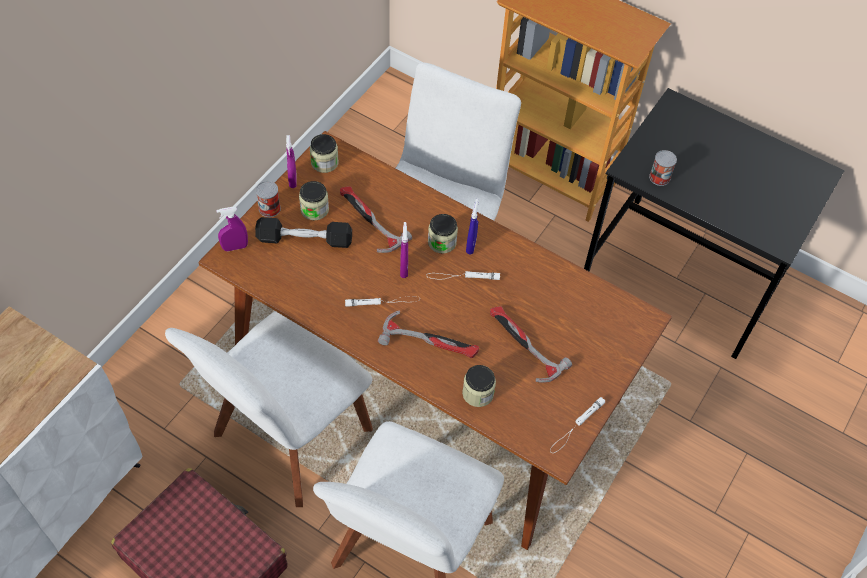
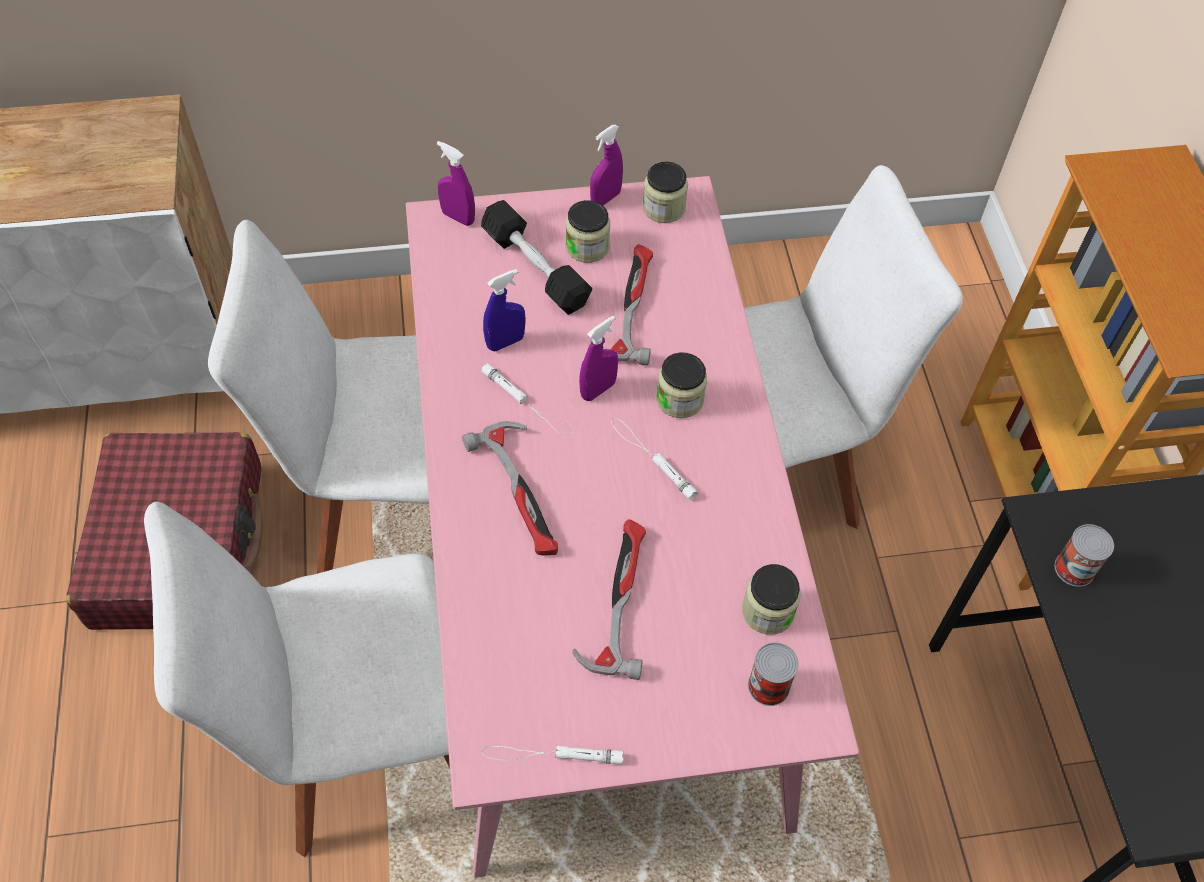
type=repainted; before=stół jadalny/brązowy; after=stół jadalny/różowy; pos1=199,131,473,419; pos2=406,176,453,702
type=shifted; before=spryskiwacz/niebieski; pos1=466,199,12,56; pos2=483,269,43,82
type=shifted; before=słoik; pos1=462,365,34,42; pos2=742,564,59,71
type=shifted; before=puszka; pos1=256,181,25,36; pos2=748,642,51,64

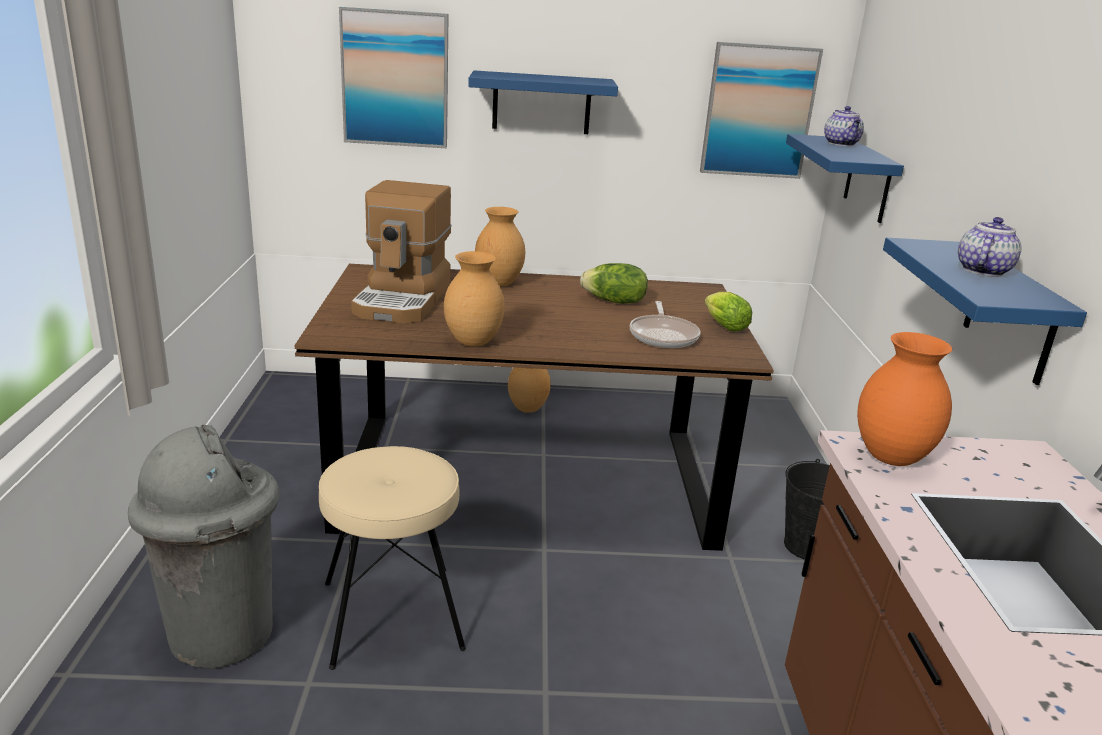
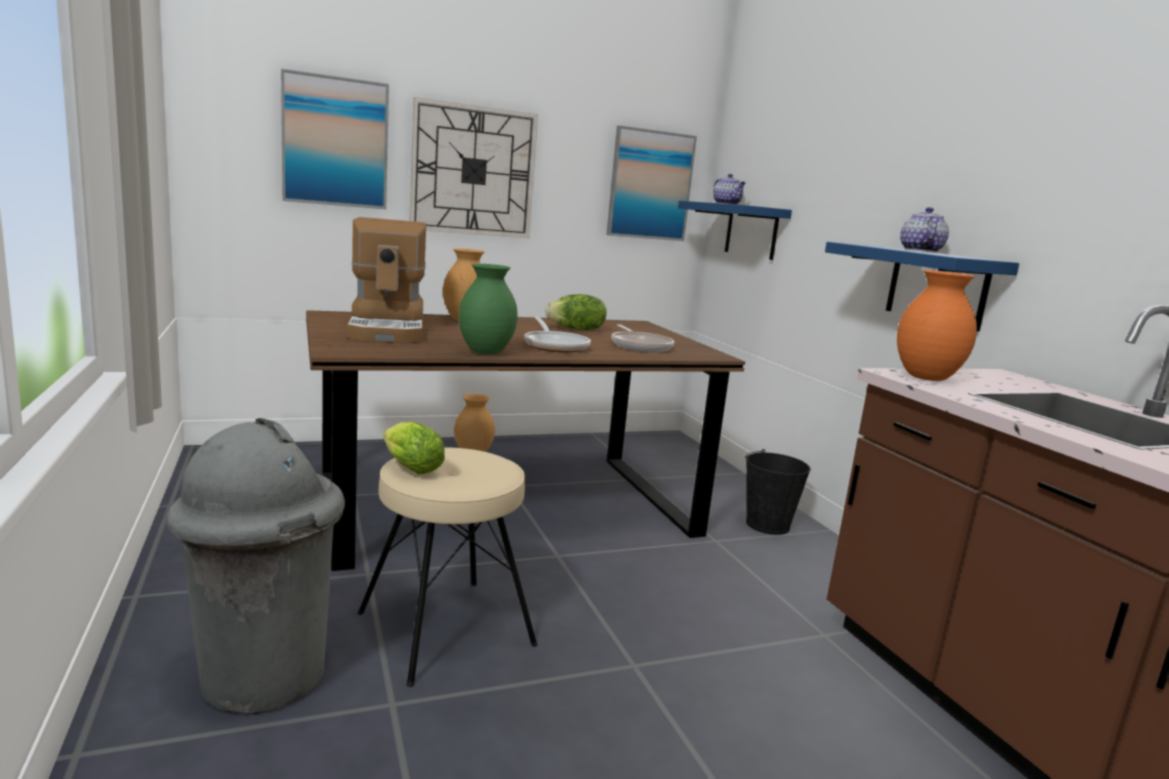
type=shifted; before=sałata; pos1=705,292,47,40; pos2=383,422,62,52
type=swapped; before=półka/niebieski; after=zegar ścienny; pos1=468,70,150,64; pos2=409,97,129,141
type=repainted; before=wazon/brązowy; after=wazon/zielony; pos1=444,251,61,96; pos2=459,264,59,90
type=new; after=patelnia; pos2=524,317,67,36

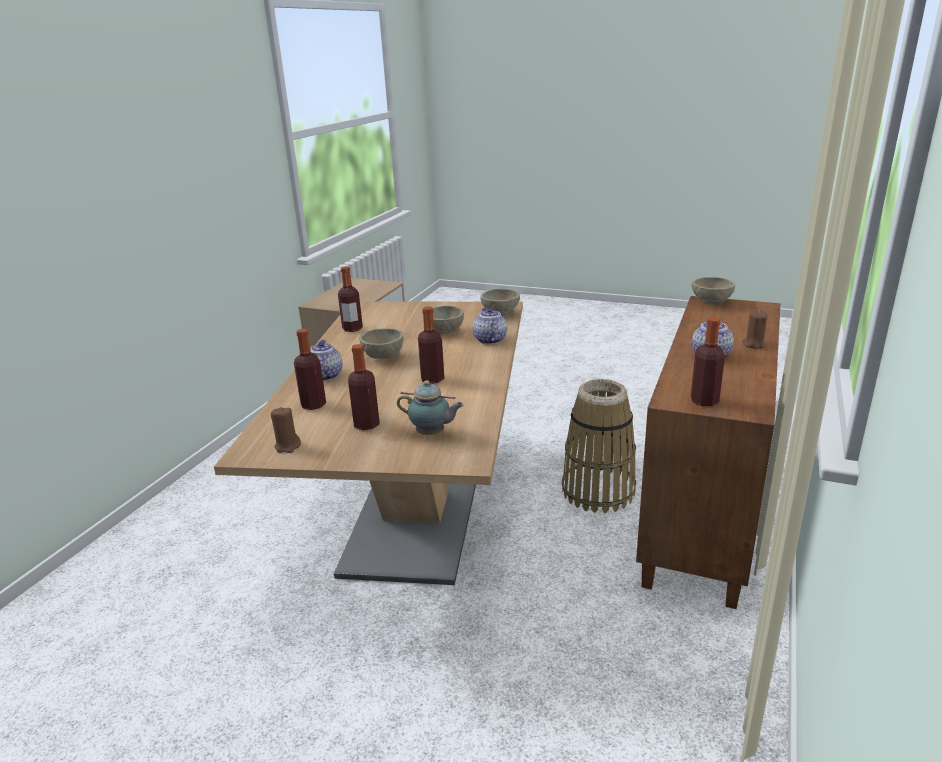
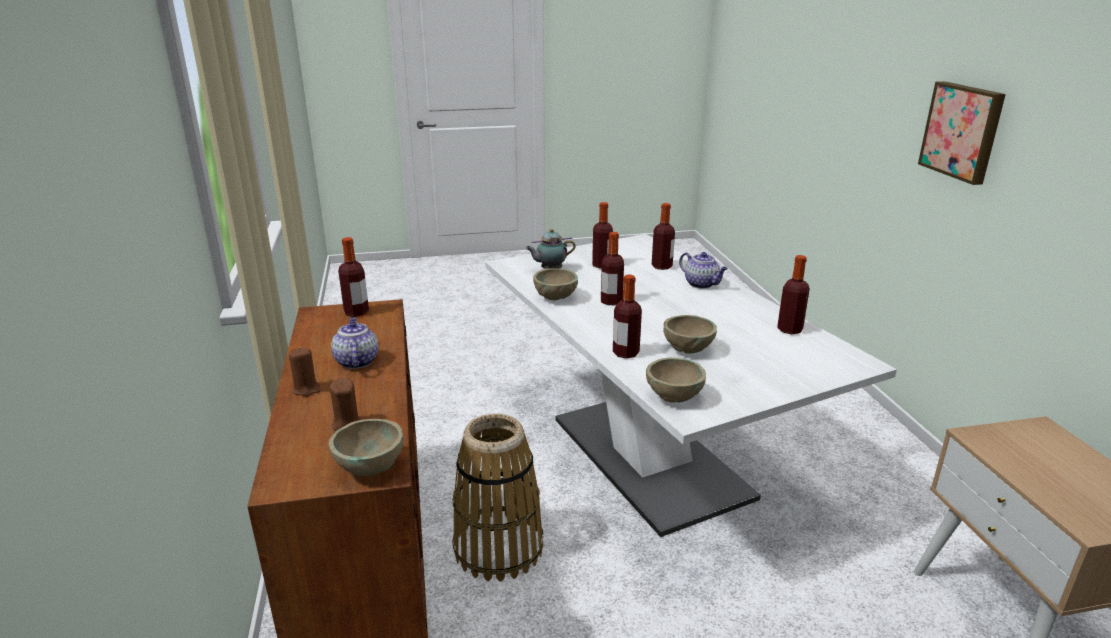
type=shifted; before=świeca/brązowy; pos1=271,407,30,46; pos2=330,378,31,53
type=repainted; before=stół jadalny/brązowy; after=stół jadalny/biały; pos1=214,301,309,284; pos2=485,234,412,303
type=shifted; before=miska/beżowy; pos1=359,328,44,31; pos2=533,268,45,32
type=swapped; before=imbryk; after=butelka; pos1=473,308,34,36; pos2=613,274,29,85
type=new; after=obraz; pos2=918,81,88,104

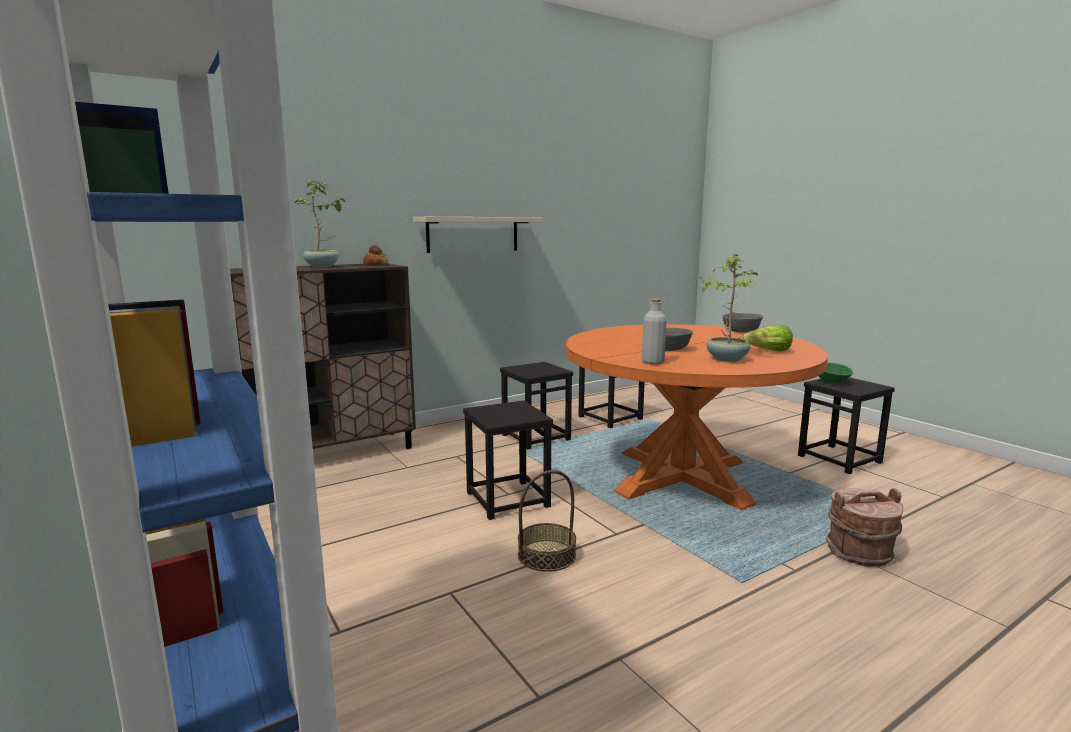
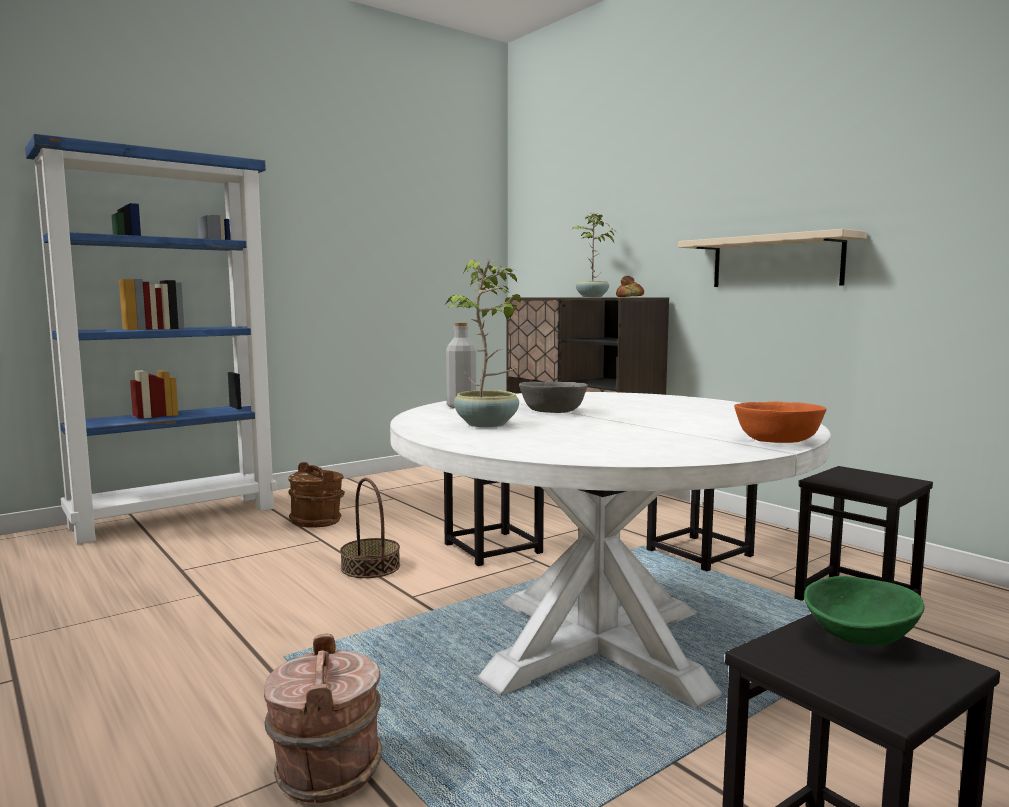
type=new; after=wiadro/brązowy; pos2=288,462,57,66
type=repainted; before=stół jadalny/pomarańczowy; after=stół jadalny/biały; pos1=566,324,262,186; pos2=390,392,441,317
type=repainted; before=miska/szary; after=miska/pomarańczowy; pos1=722,313,41,20; pos2=734,402,92,41
type=gone; before=sałata; pos1=742,325,51,26

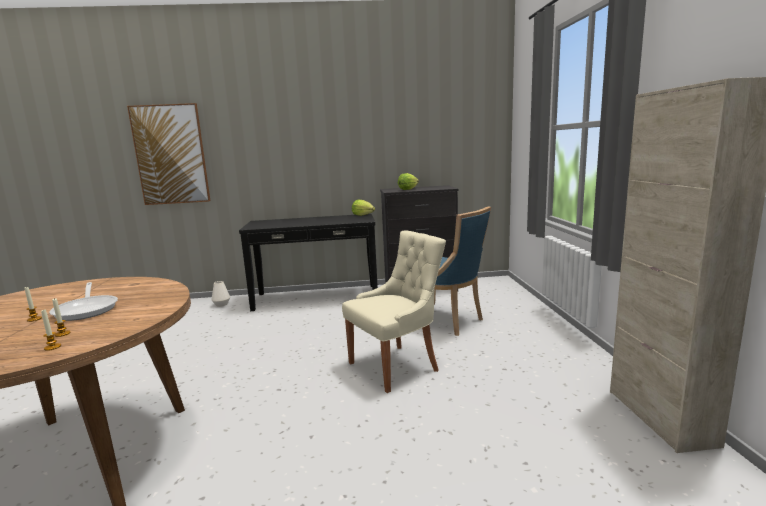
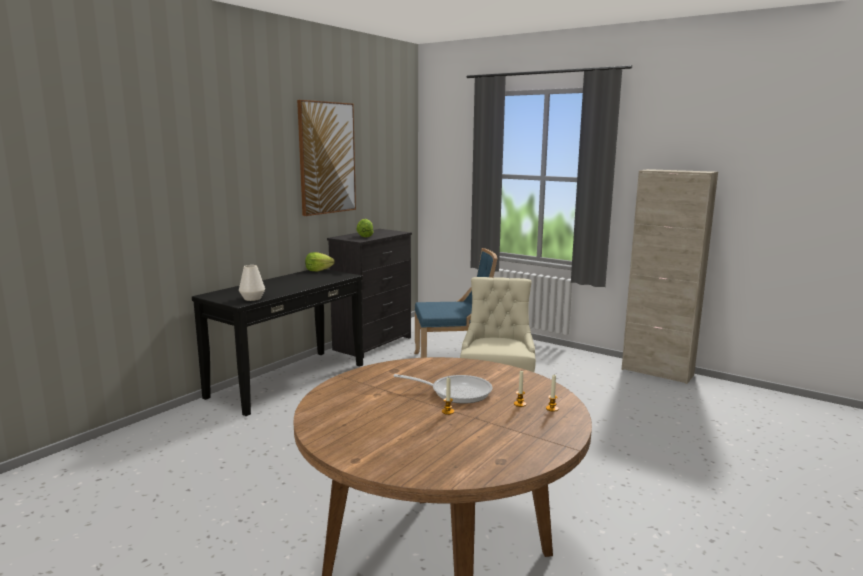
type=shifted; before=wazon/biały; pos1=211,281,19,26; pos2=239,265,26,36
type=shifted; before=obraz; pos1=127,103,83,102; pos2=297,100,59,116

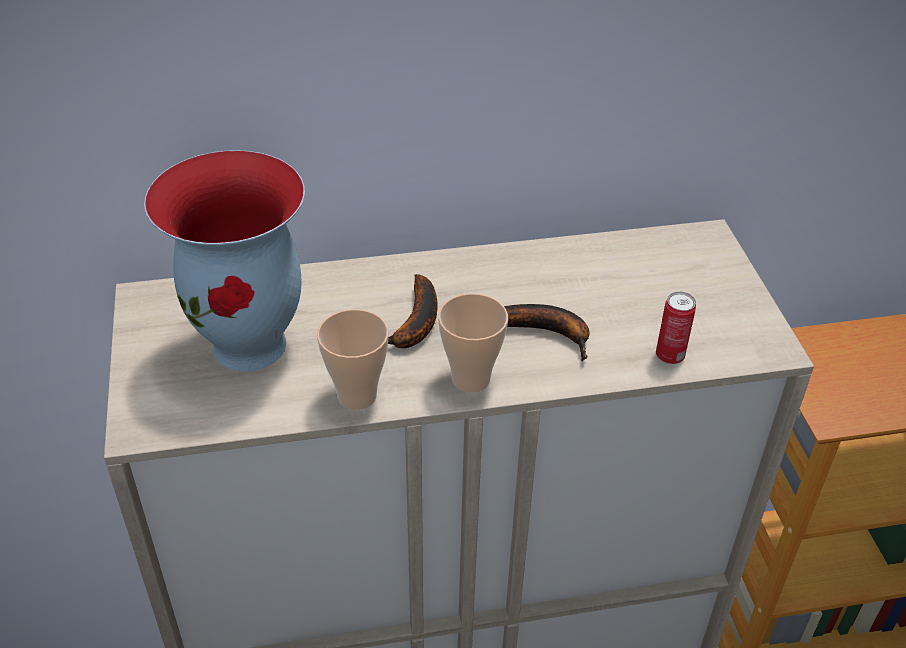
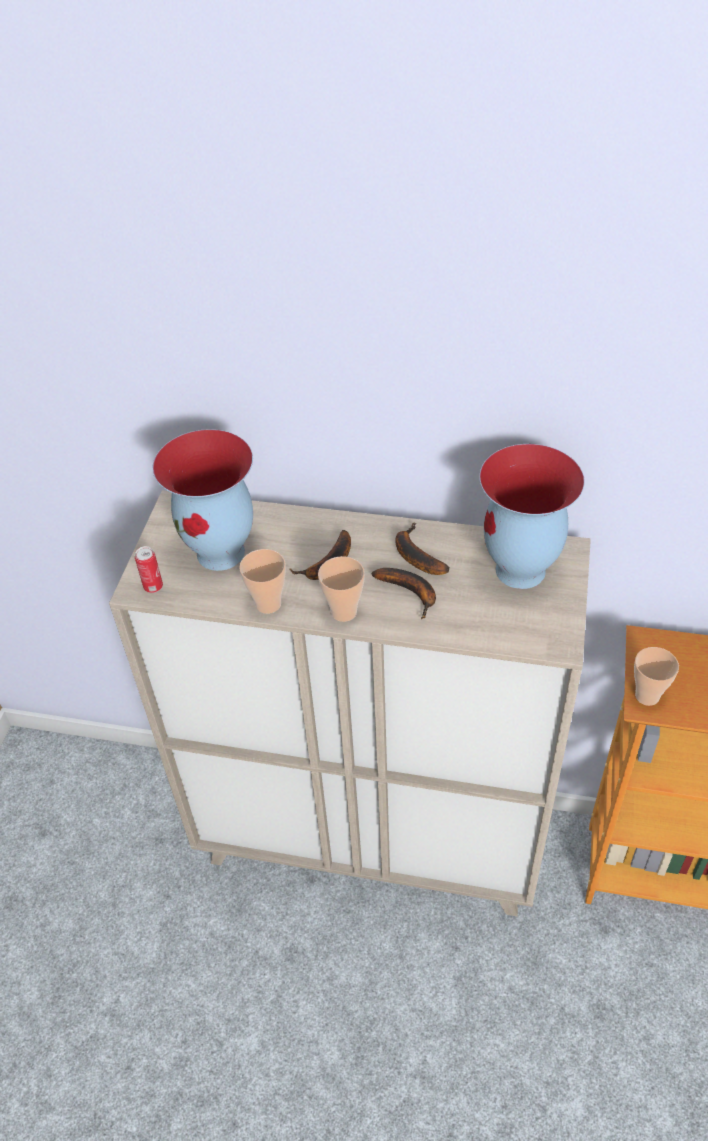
type=shifted; before=puszka; pos1=656,291,40,73; pos2=135,546,28,47
type=new; after=banan; pos2=395,522,54,53
type=new; after=wazon; pos2=479,444,106,145
type=new; after=filiżanka; pos2=634,647,45,59

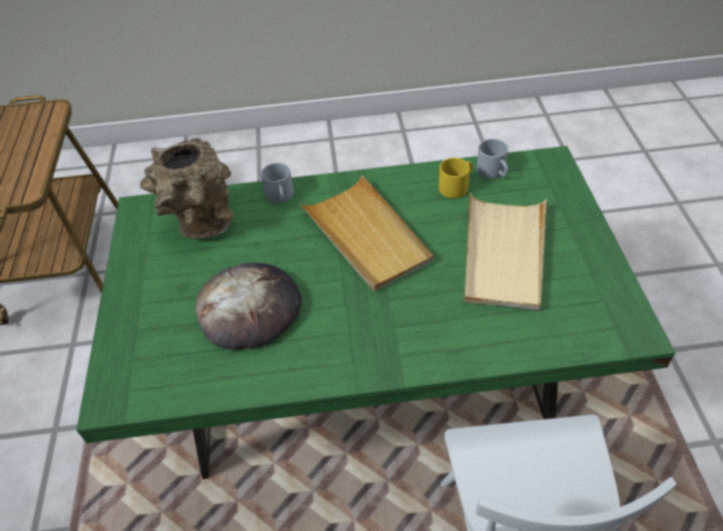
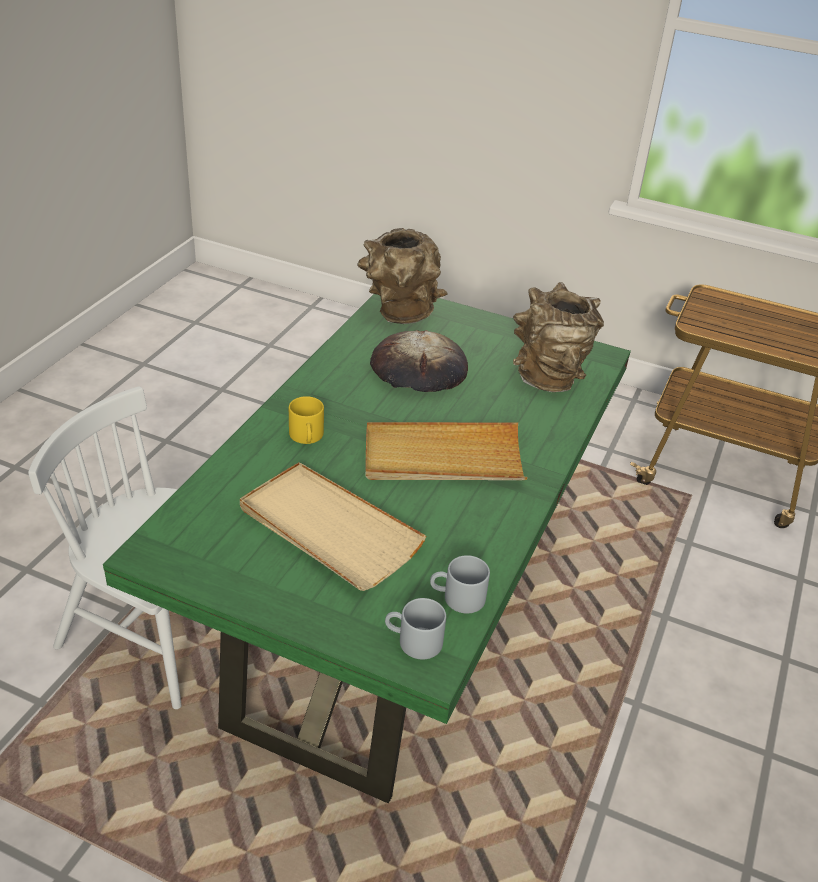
type=shifted; before=kubek/żółty; pos1=439,158,34,40; pos2=289,396,35,48
type=new; after=wazon/brązowy; pos2=357,228,91,96
type=shifted; before=kubek/szary; pos1=261,163,33,40; pos2=385,598,61,61

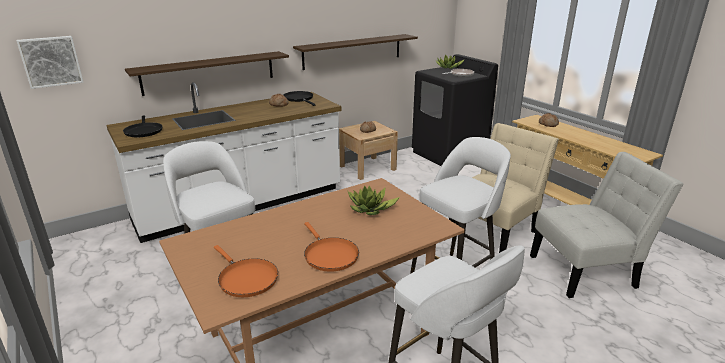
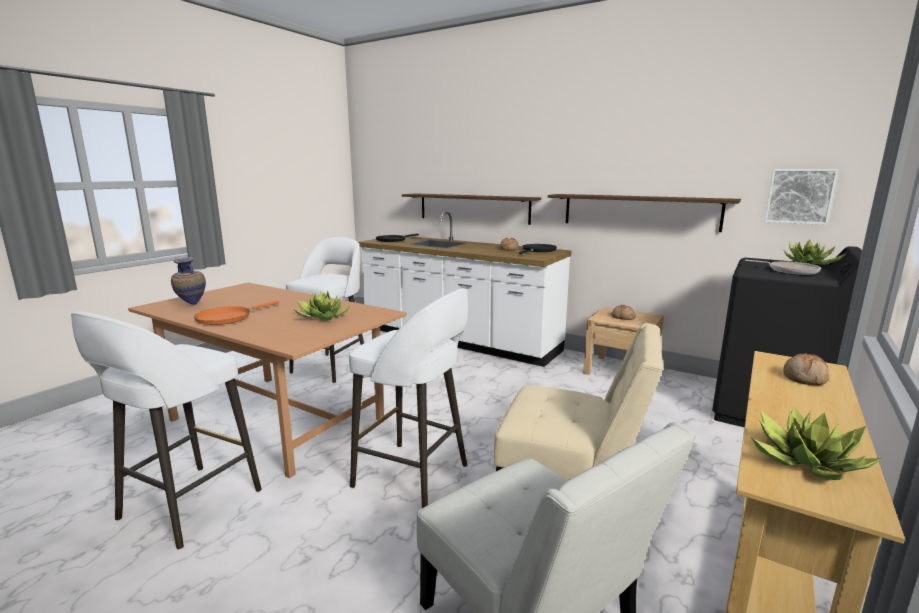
type=swapped; before=patelnia/pomarańczowy; after=wazon; pos1=214,245,64,52; pos2=171,257,35,48
type=new; after=roślina doniczkowa; pos2=751,407,132,73
type=shifted; before=obraz; pos1=17,36,67,53; pos2=765,169,73,56

